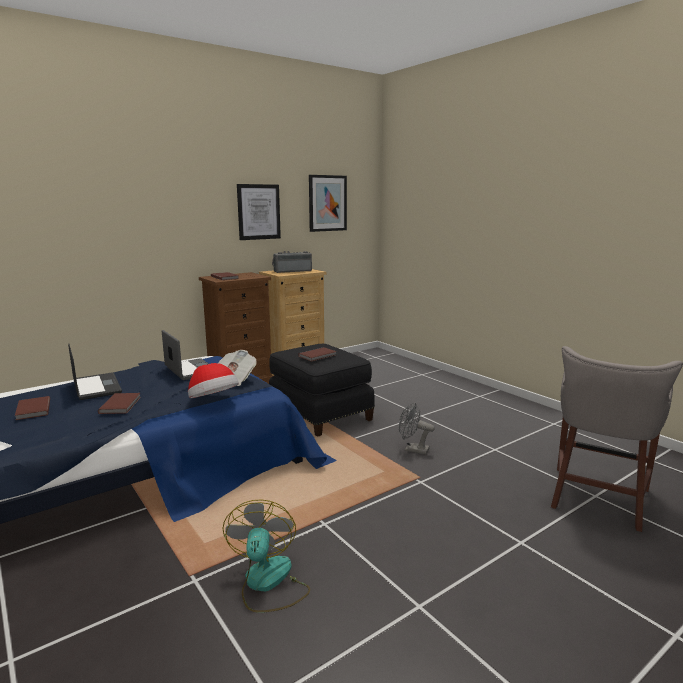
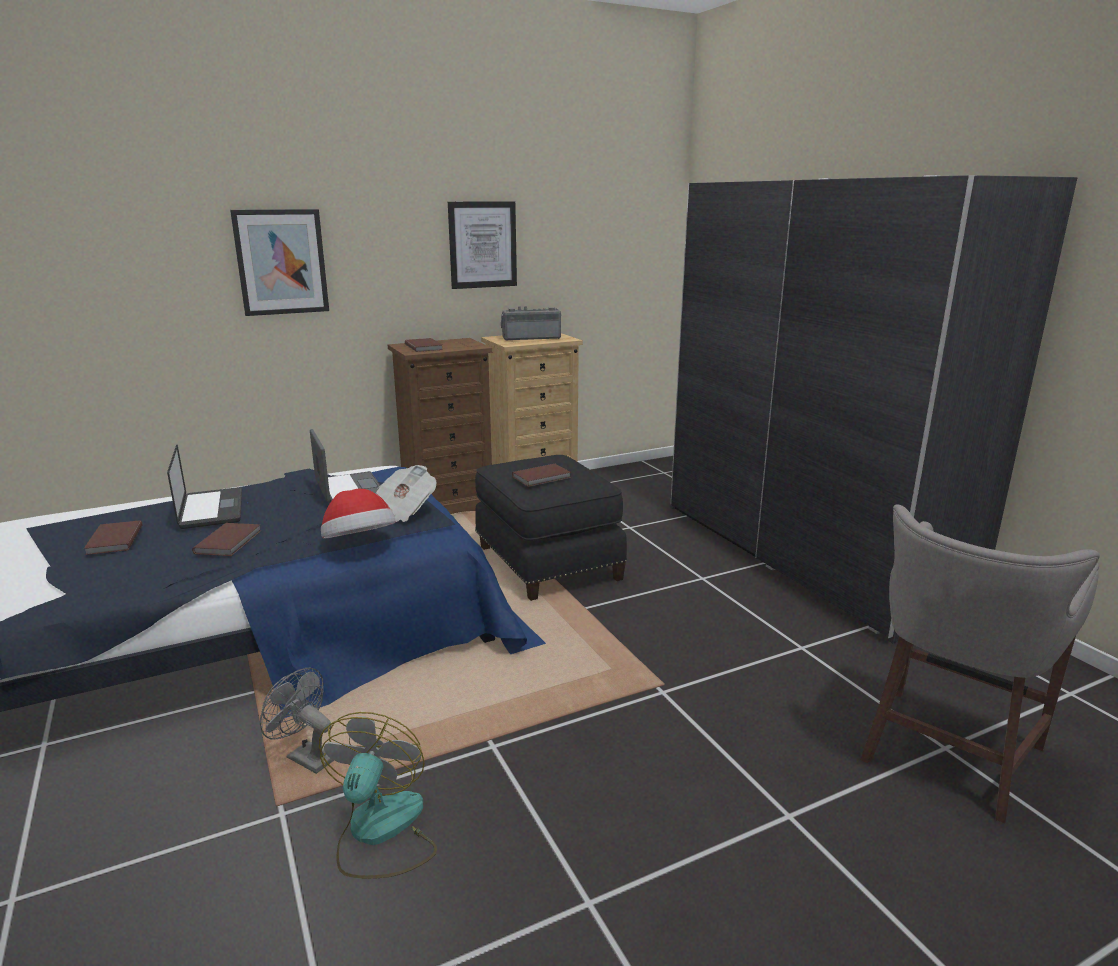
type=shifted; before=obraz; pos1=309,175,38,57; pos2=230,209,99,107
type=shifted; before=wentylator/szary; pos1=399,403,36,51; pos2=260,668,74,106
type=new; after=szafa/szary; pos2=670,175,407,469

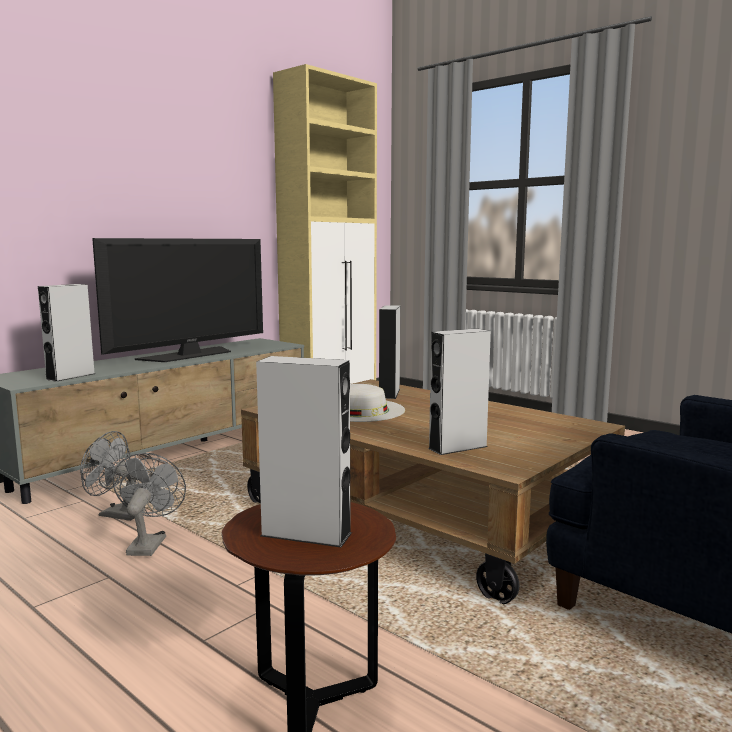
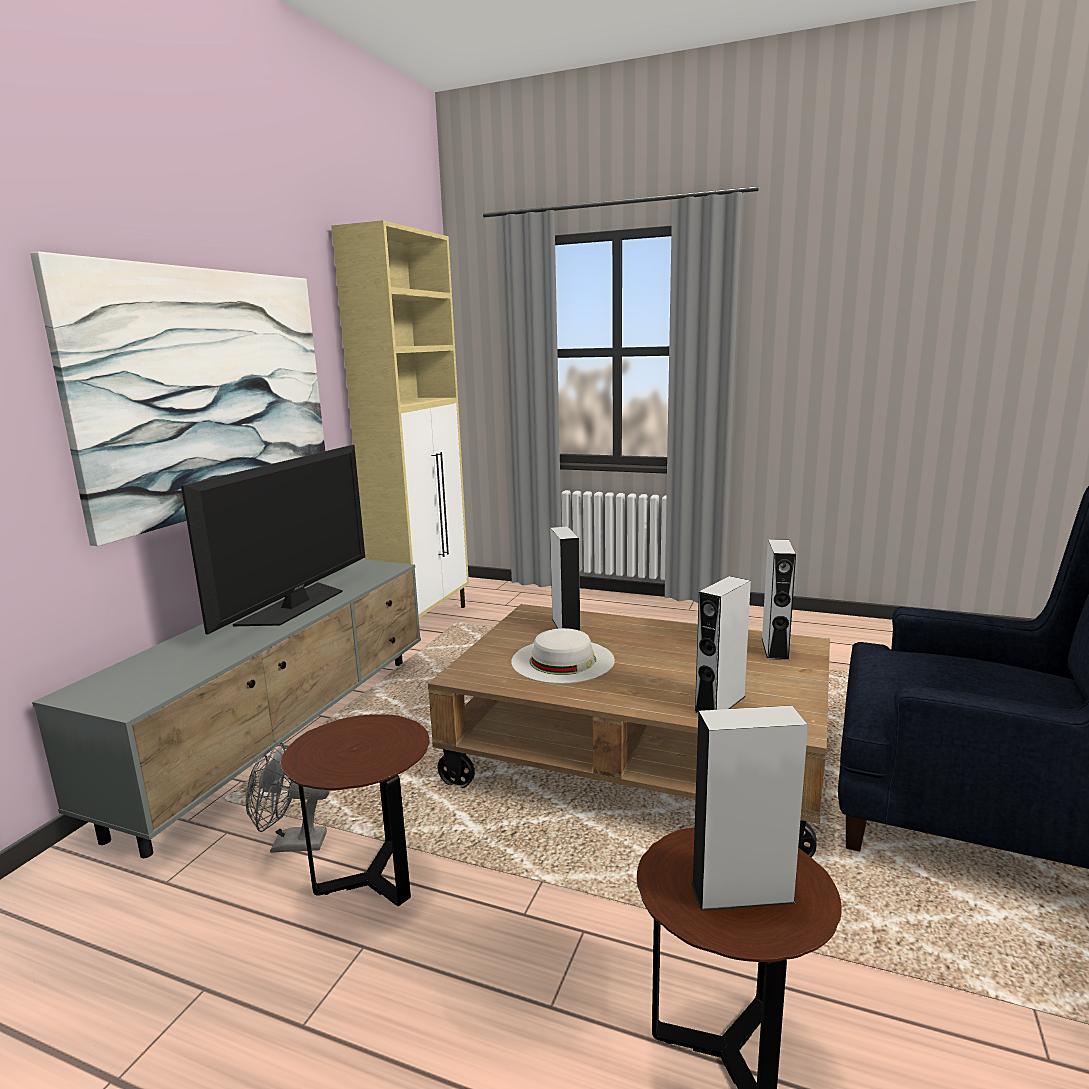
type=new; after=obraz; pos2=30,252,295,294
type=swapped; before=wentylator/szary; after=stolik/brązowy; pos1=113,453,73,103; pos2=281,714,148,192
type=shifted; before=głośnik/szary; pos1=38,284,57,98; pos2=762,539,34,121

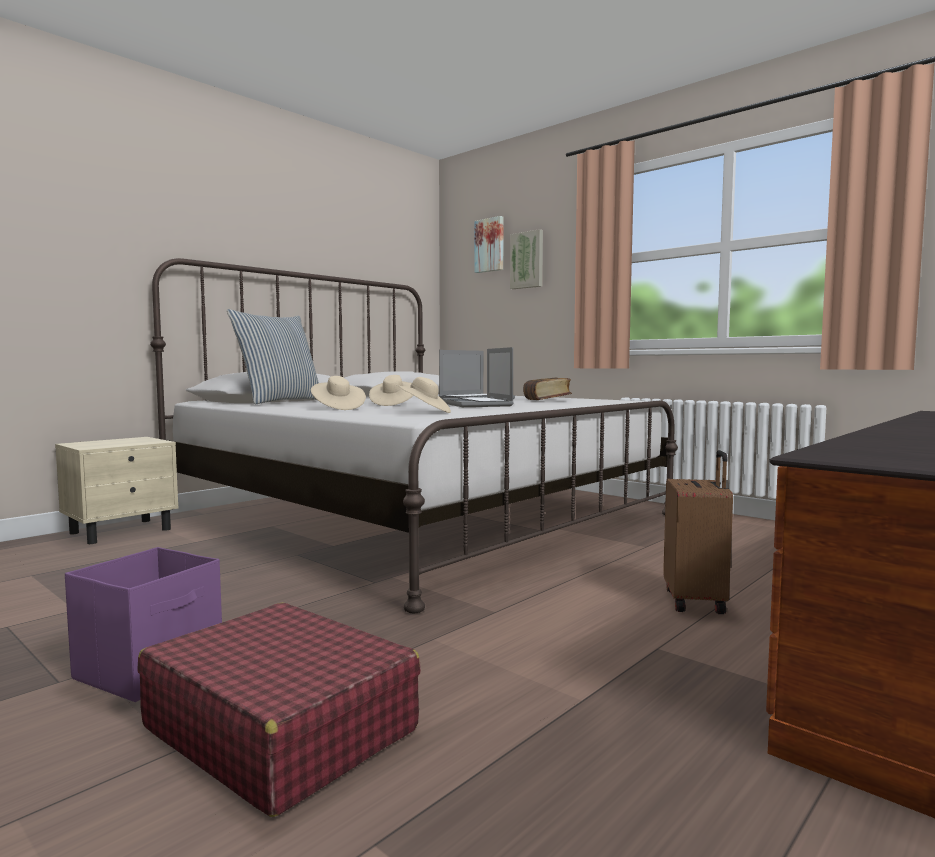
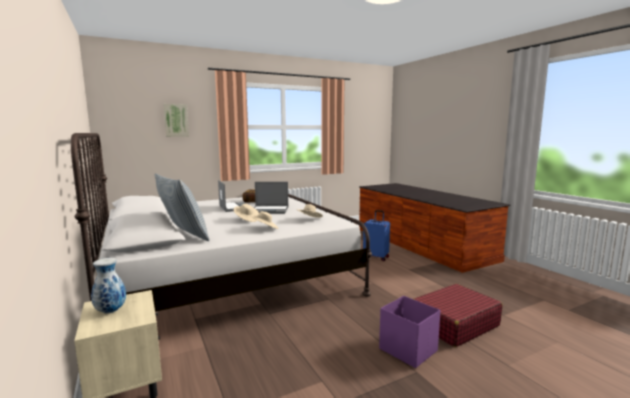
type=new; after=wazon; pos2=91,258,35,56
type=repainted; before=walizka/brązowy; after=walizka/niebieski; pos1=663,450,70,164; pos2=363,210,27,51
type=gone; before=obraz; pos1=474,216,30,57

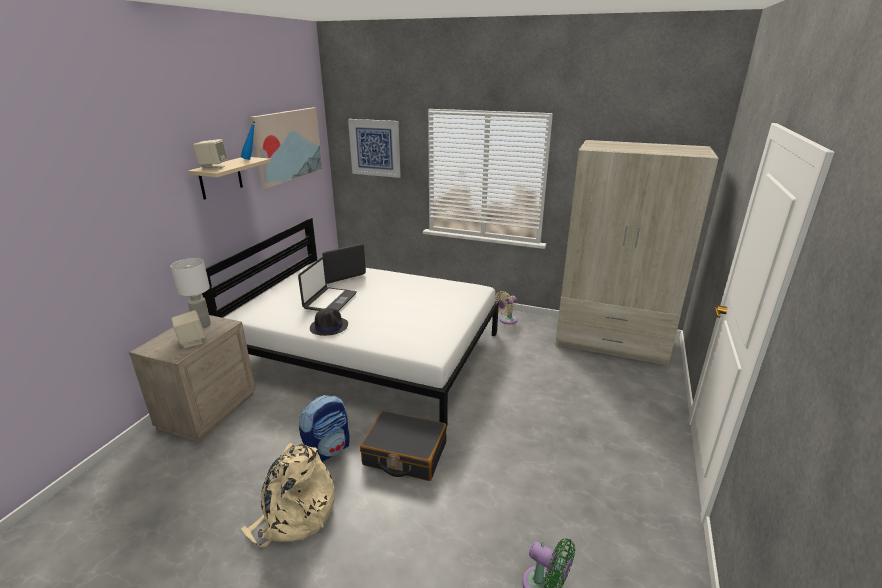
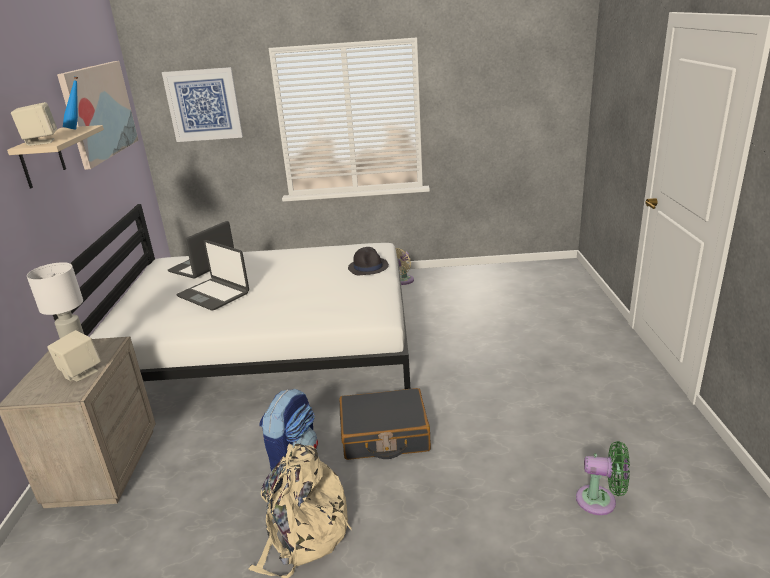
type=rotated; before=laptop; pos1=298,257,59,54; pos2=176,240,73,70; turn=135
type=shifted; before=kapelusz/czarny; pos1=310,308,38,28; pos2=348,247,41,28
type=gone; before=szafa/beżowy; pos1=555,140,164,226

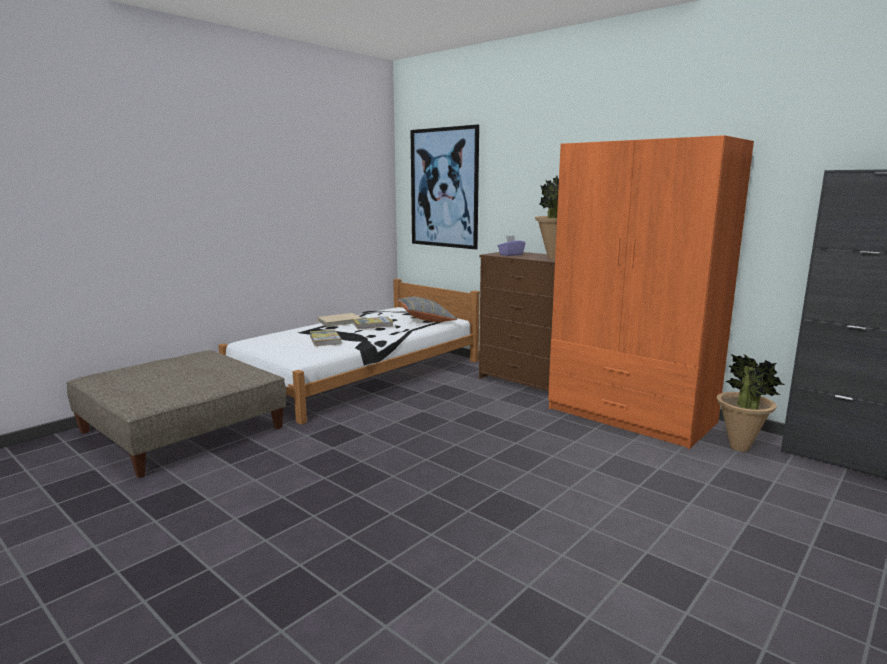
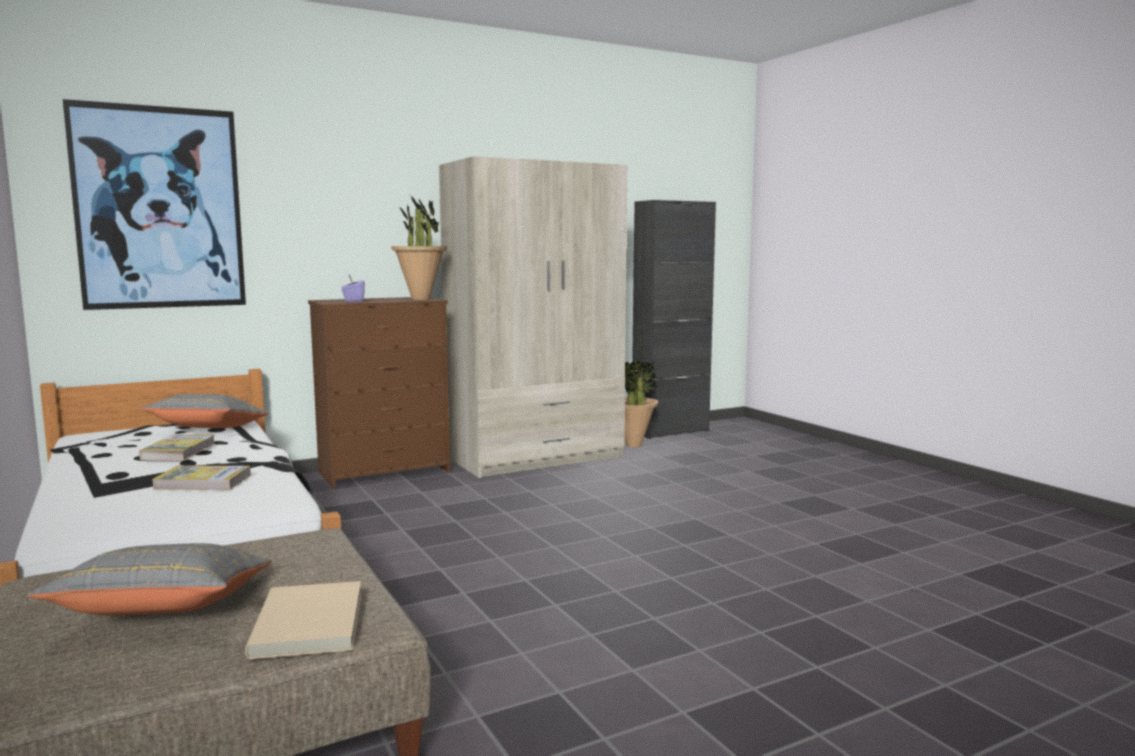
type=new; after=poduszka/szary; pos2=27,543,245,73
type=shifted; before=książka/beżowy; pos1=317,313,45,14; pos2=245,581,117,78
type=repainted; before=szafa/pomarańczowy; after=szafa/beżowy; pos1=548,135,206,314; pos2=439,156,188,322

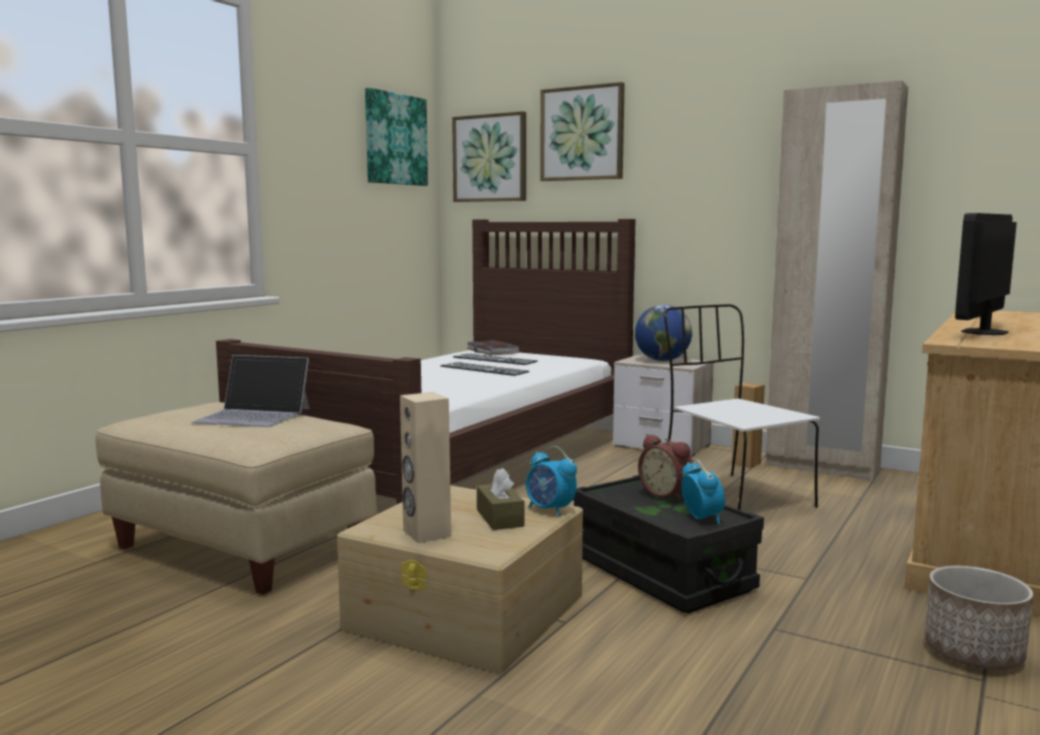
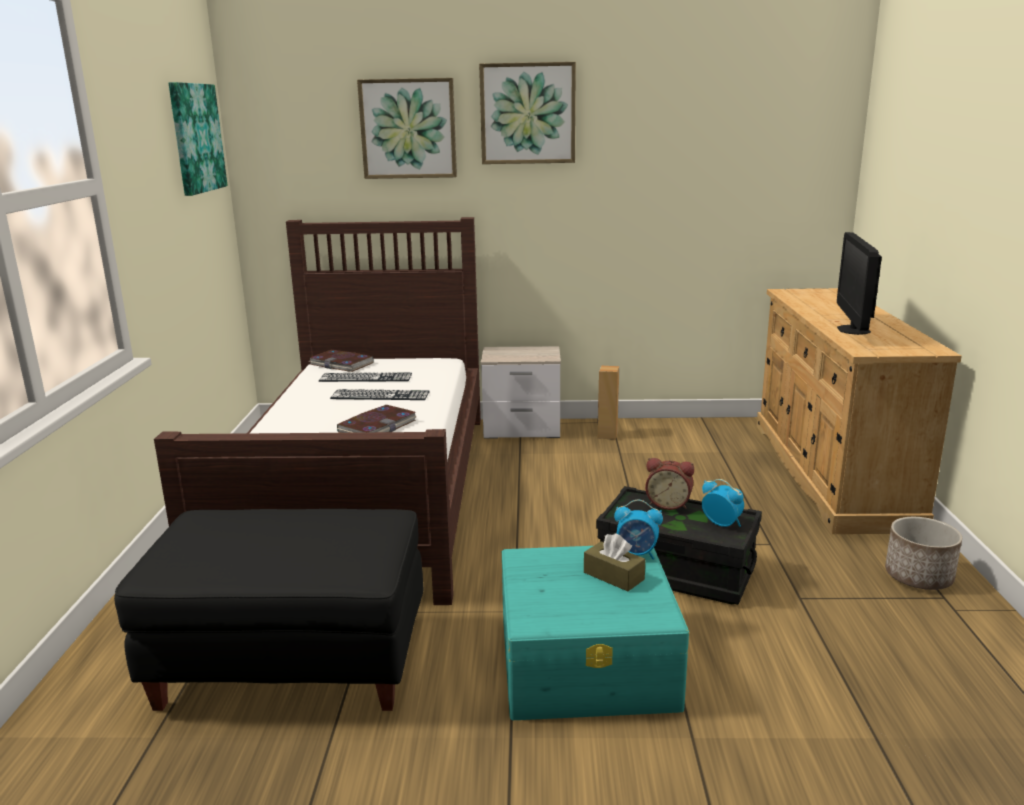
type=repainted; before=pufa/beżowy; after=pufa/czarny; pos1=95,402,282,193; pos2=114,509,310,202
type=new; after=książka; pos2=337,405,79,28
type=shifted; before=obraz; pos1=452,111,74,91; pos2=479,62,97,102
type=repainted; before=pojemnik do przechowywania/beżowy; after=pojemnik do przechowywania/turkusowy; pos1=337,485,247,189; pos2=502,546,187,174
type=gone; before=laptop; pos1=191,355,119,72
type=gone; before=głośnik/beżowy; pos1=400,392,51,151
type=gone; before=globus; pos1=635,305,57,56
type=gone; before=krzesło/biały; pos1=664,304,156,206
type=gone; before=szafa/beżowy; pos1=765,80,143,401

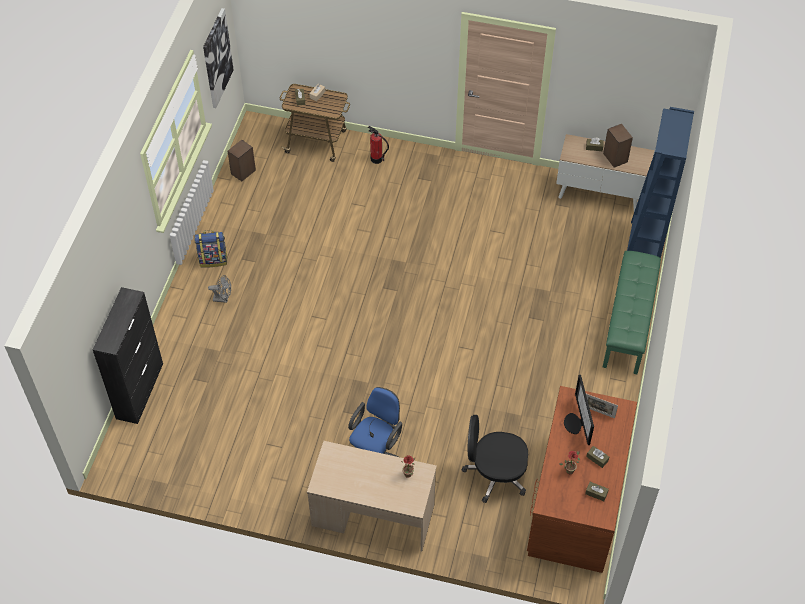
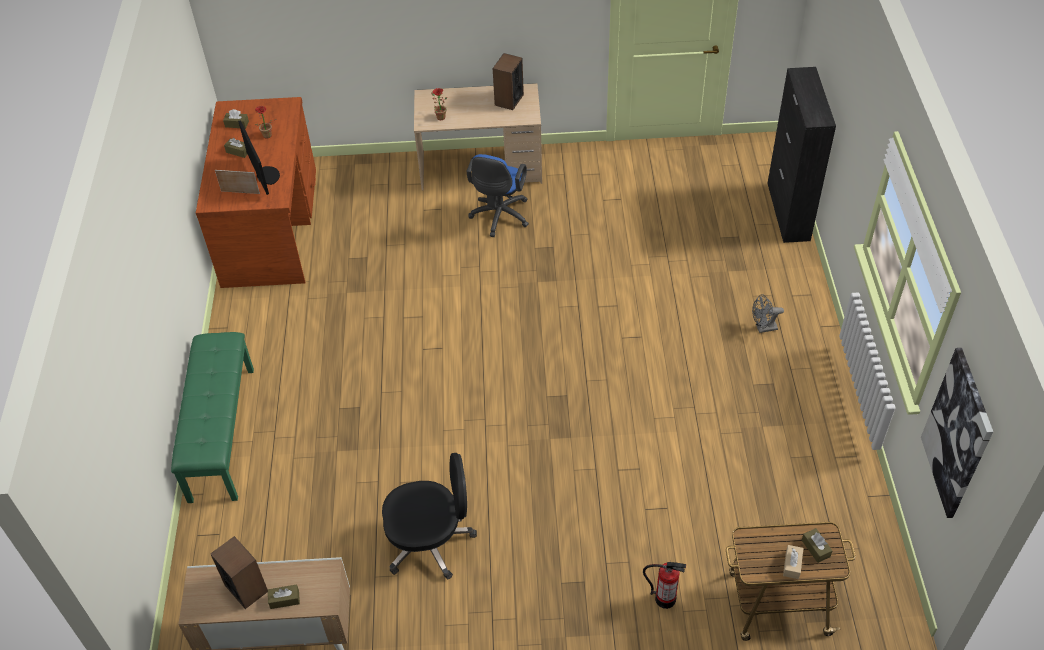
type=shifted; before=krzesło biurowe/czarny; pos1=462,415,66,88; pos2=382,453,95,127
type=shifted; before=głośnik; pos1=227,140,29,41; pos2=493,53,31,57
type=gone; before=plecak; pos1=194,230,33,38
type=gone; before=regał/niebieski; pos1=627,107,67,151

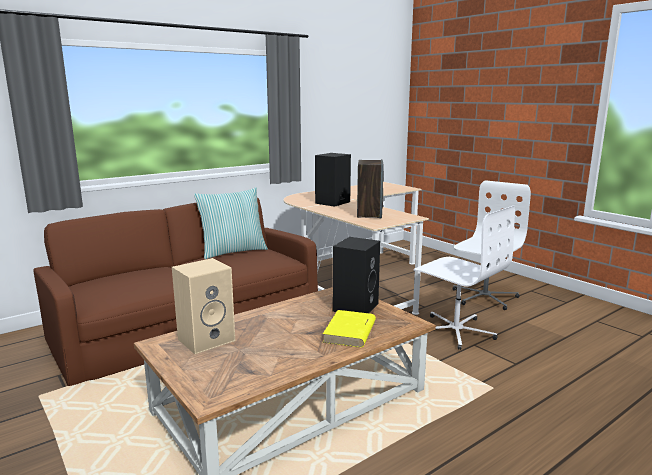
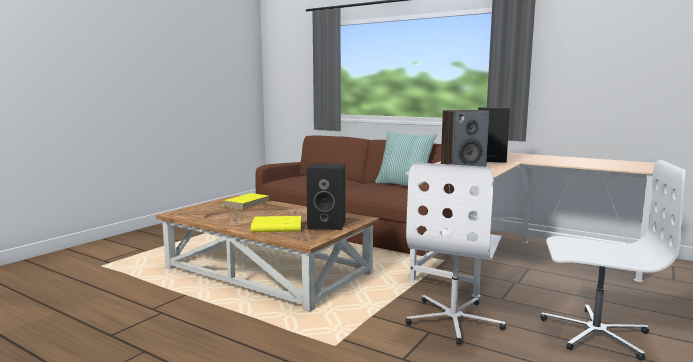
type=swapped; before=głośnik/beżowy; after=książka/żółty; pos1=172,258,63,96; pos2=222,193,48,17

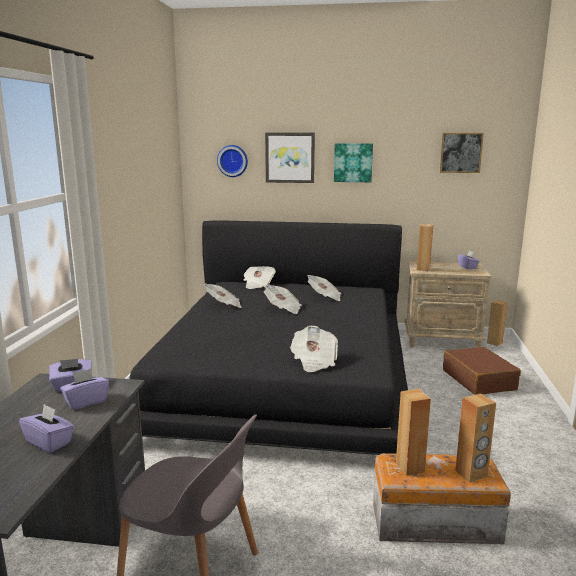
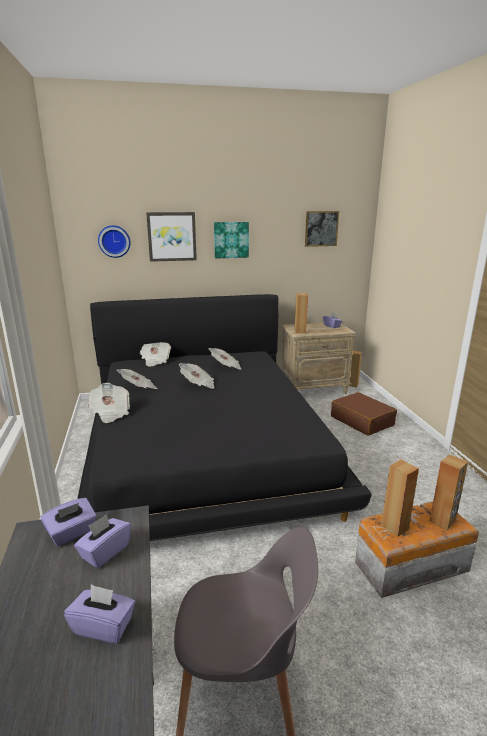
type=shifted; before=gazeta; pos1=290,326,48,46; pos2=88,383,42,40

